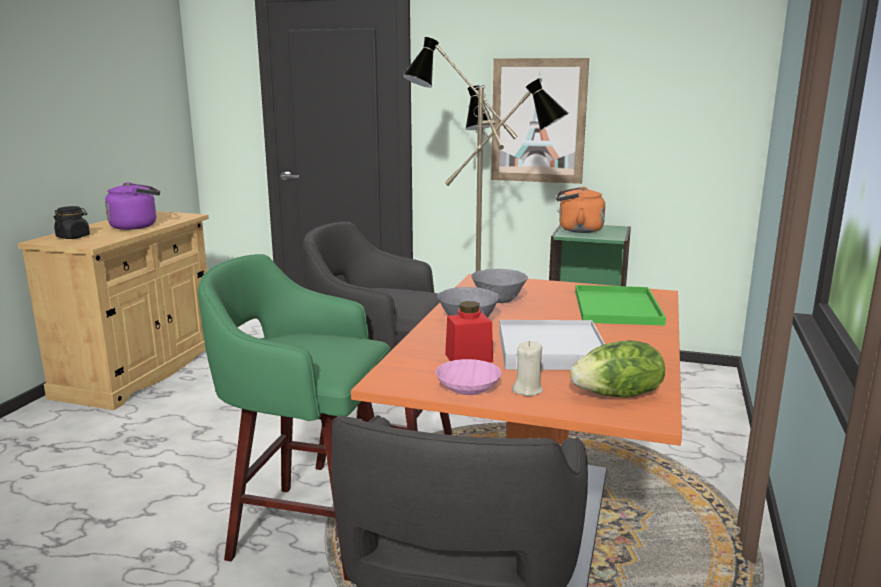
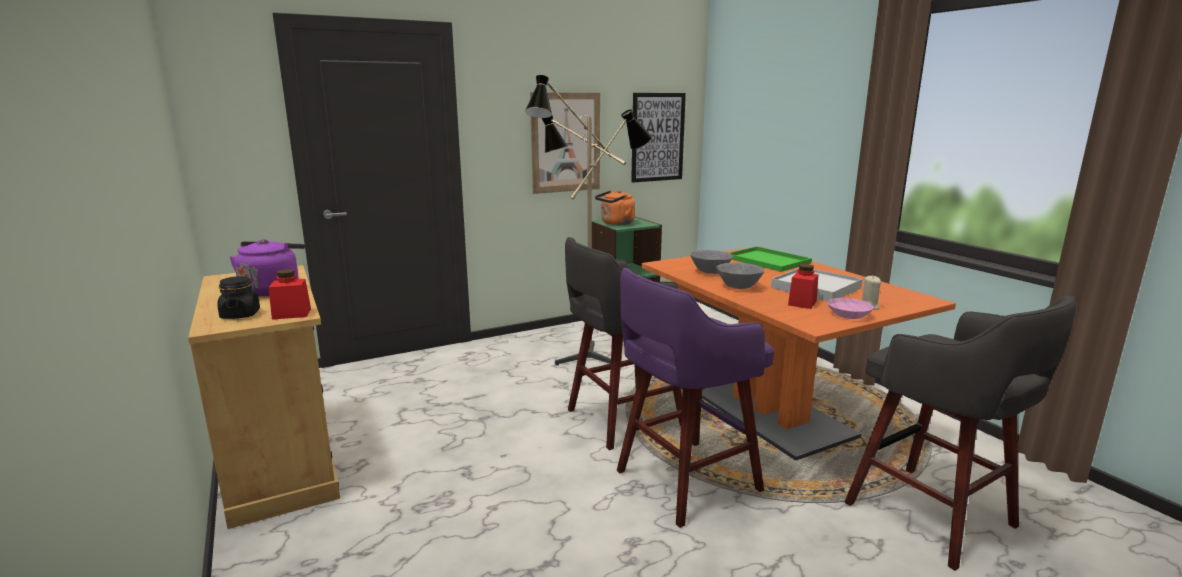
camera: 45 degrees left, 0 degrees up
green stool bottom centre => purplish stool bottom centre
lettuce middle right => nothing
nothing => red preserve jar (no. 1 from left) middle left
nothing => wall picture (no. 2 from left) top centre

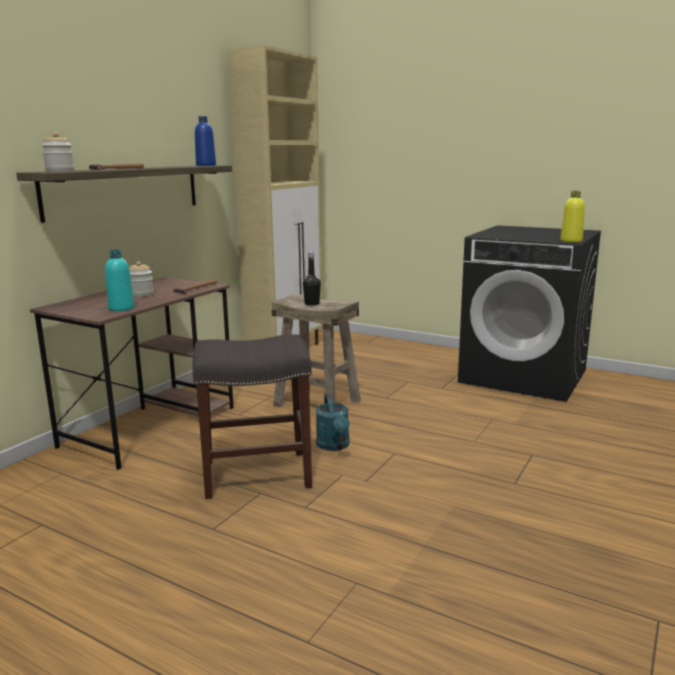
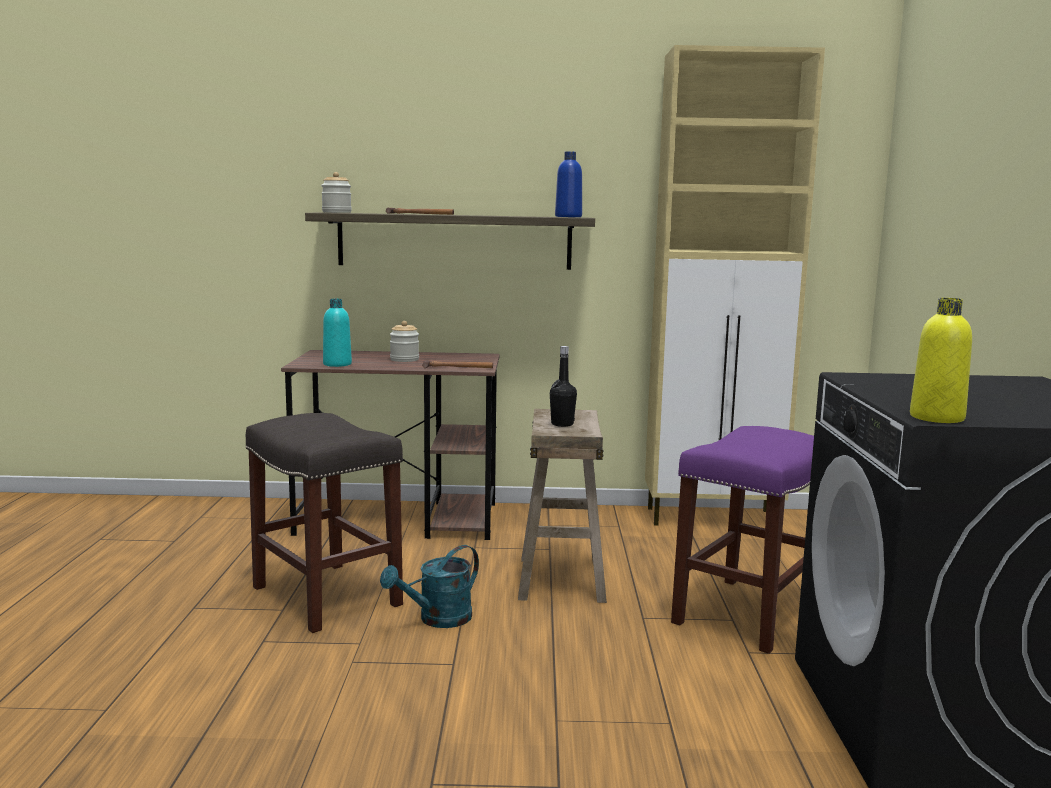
camera: 60 degrees right, 5 degrees down
nothing => purplish stool bottom right

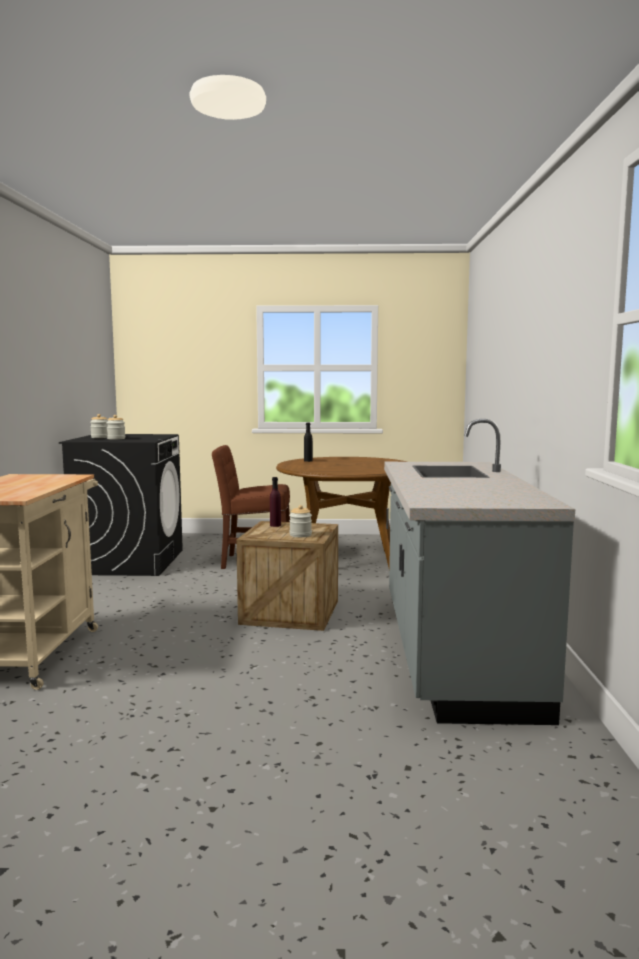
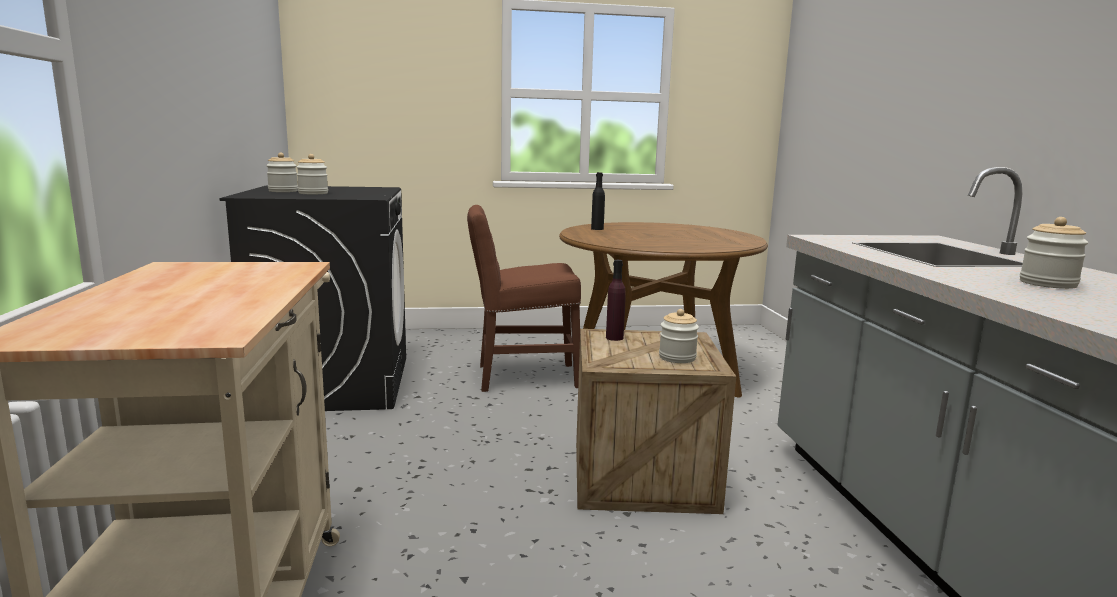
camera: 10 degrees left, 5 degrees up
nothing => preserve jar (no. 4 from left) middle right

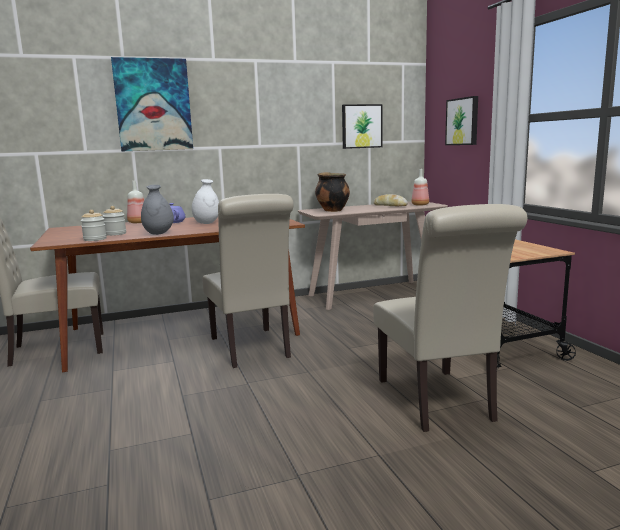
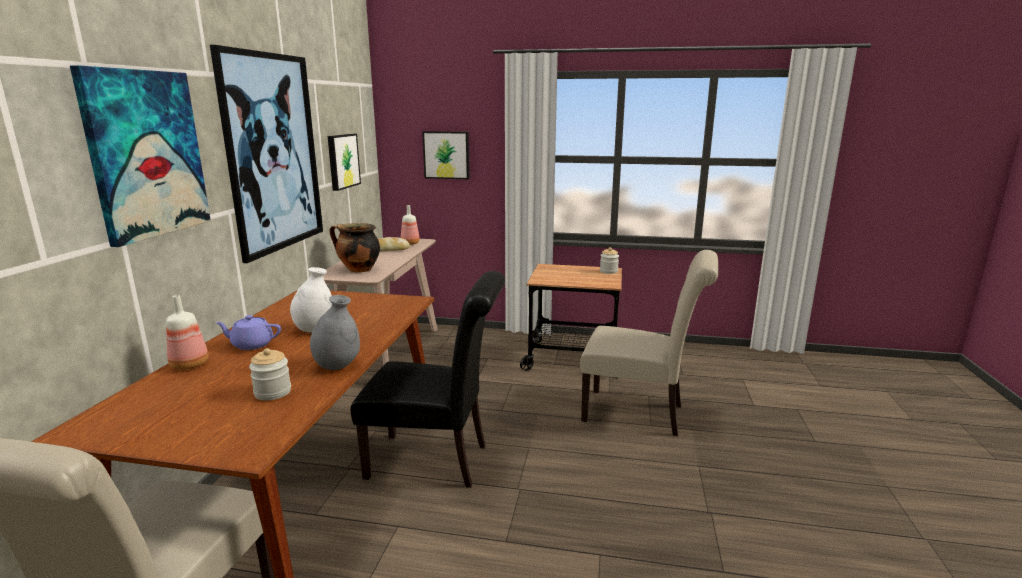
camera: 60 degrees left, 5 degrees up
preserve jar (no. 1 from left in the first image) middle left => preserve jar (no. 2 from left) centre, relocated
beige upright chair (no. 2 from left) centre => blackish upright chair centre
nothing => wall picture (no. 2 from left) top left

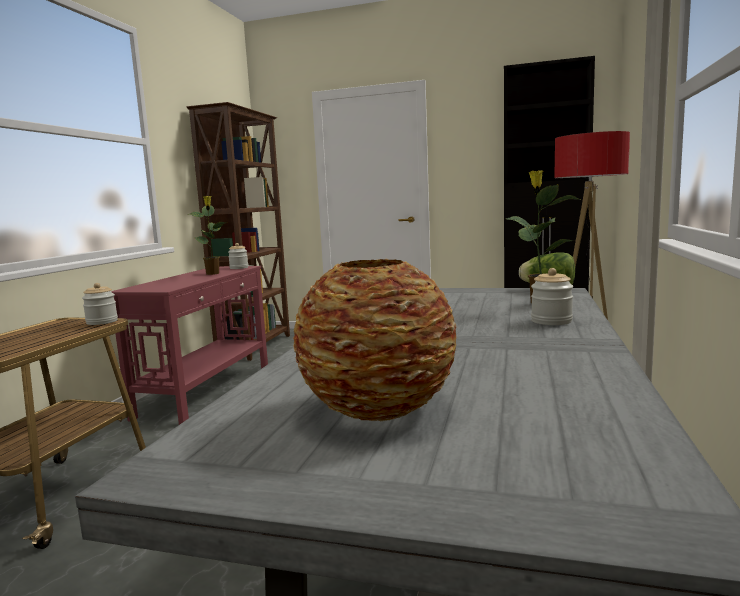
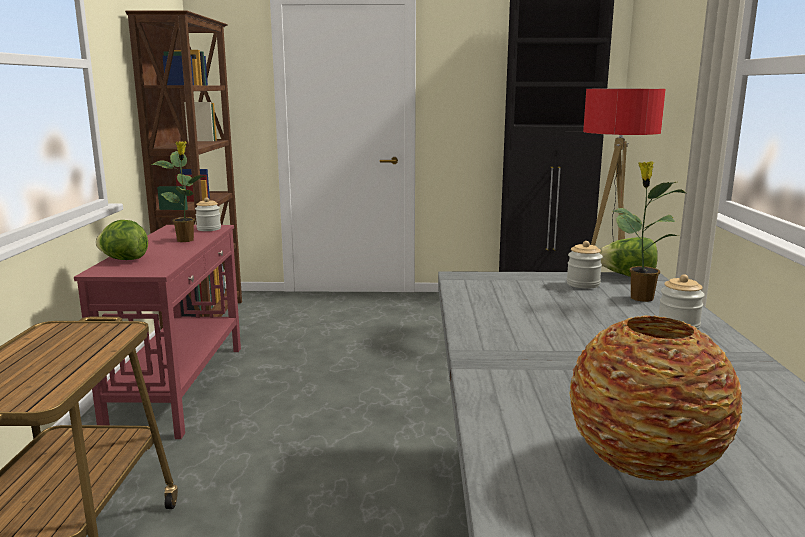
camera: 15 degrees left, 5 degrees up
preserve jar (no. 1 from left in the first image) middle left => preserve jar (no. 2 from left) middle right, relocated
nothing => lettuce (no. 1 from left) middle left

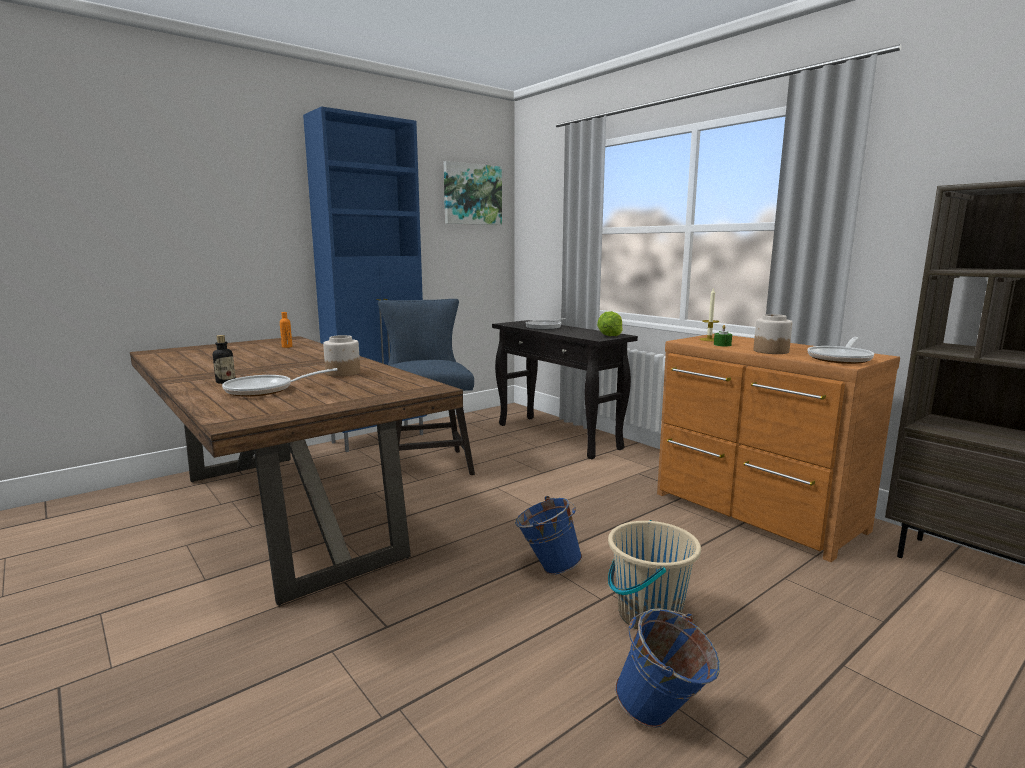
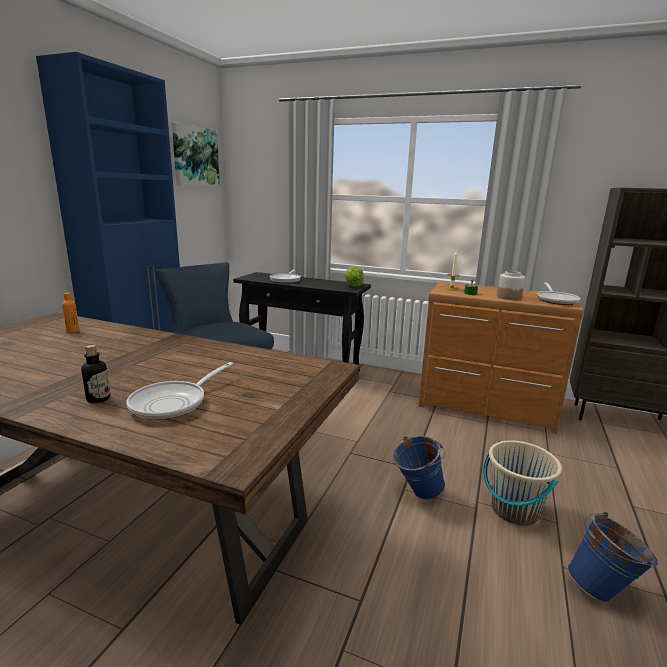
camera: 30 degrees left, 5 degrees up
preserve jar (no. 1 from left) middle left => nothing

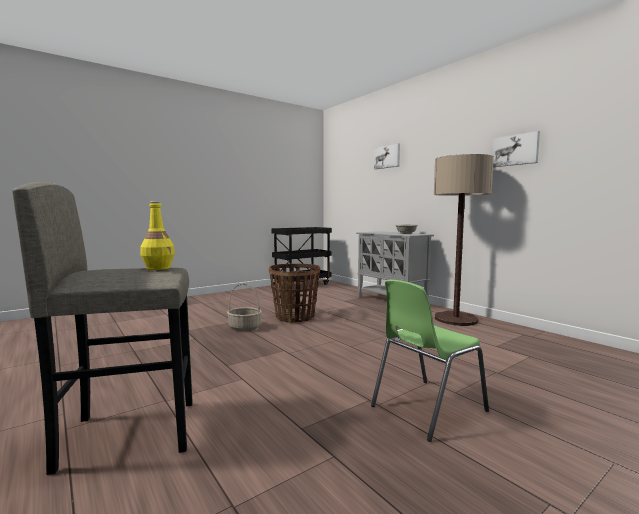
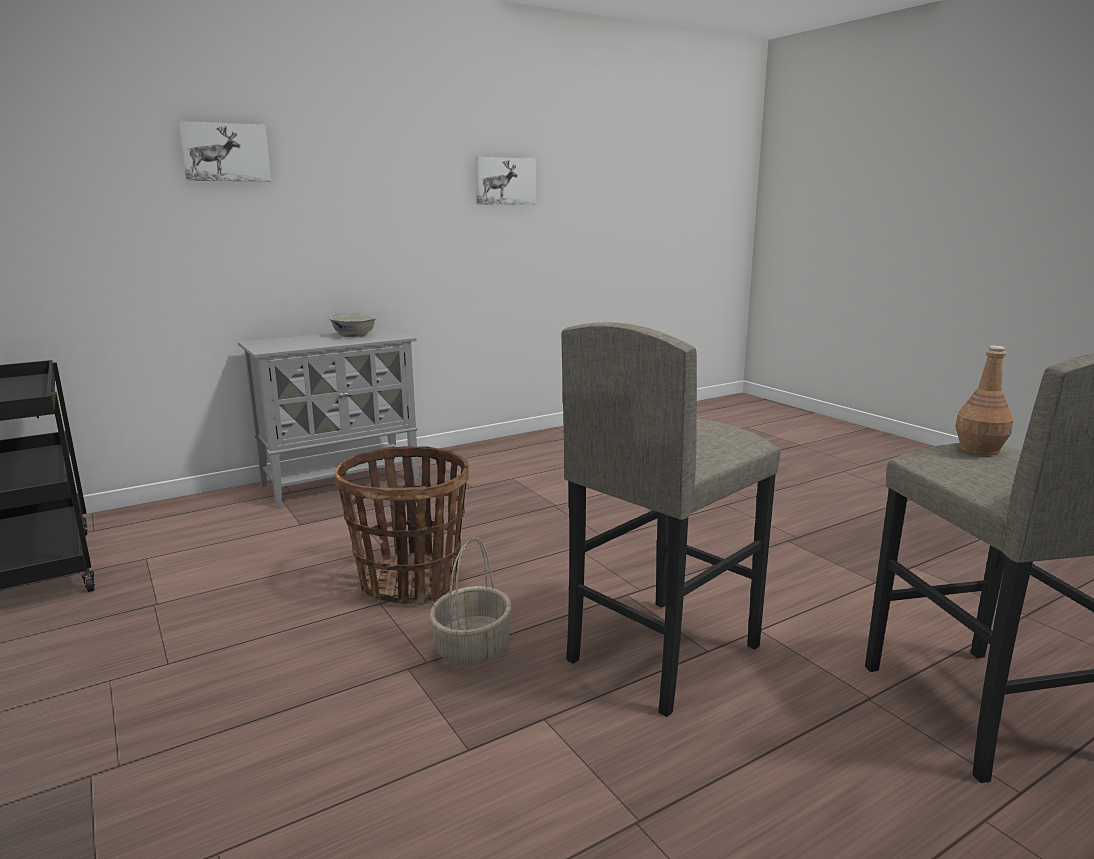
camera: 85 degrees left, 10 degrees up
yellow-coloured beverage bottle middle left => brown beverage bottle middle right
green upright chair bottom right => nothing
standard lamp middle right => nothing
nothing => grey stool (no. 1 from left) centre

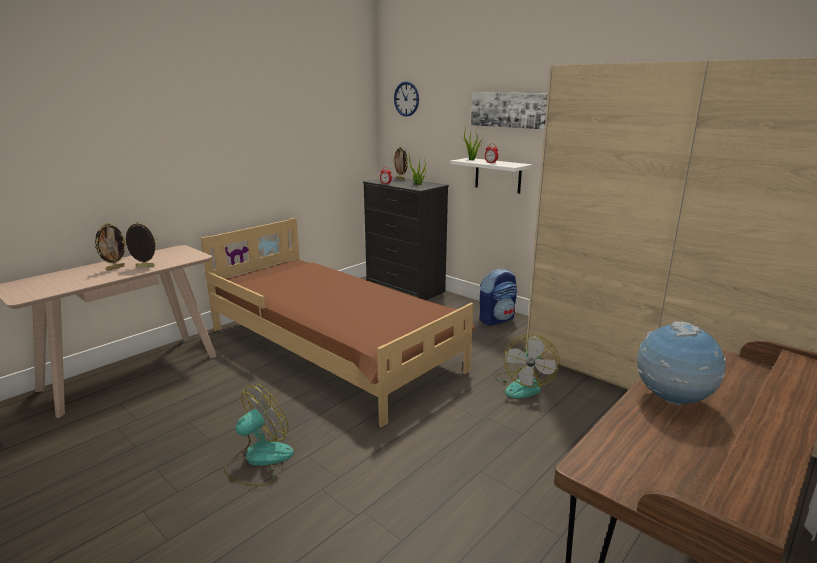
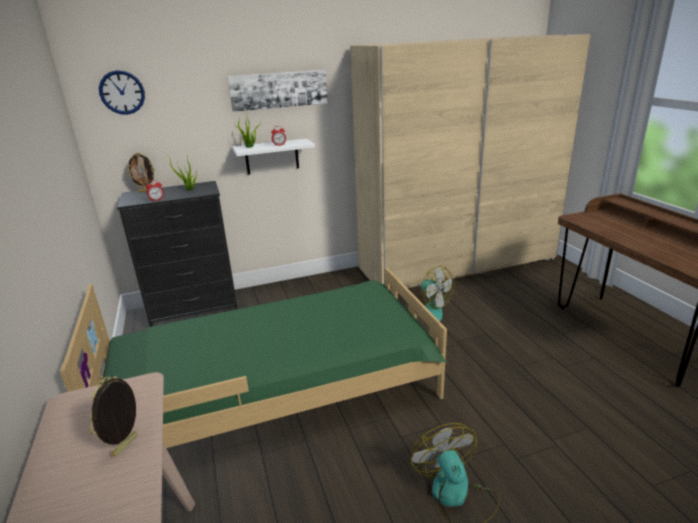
camera: 60 degrees left, 5 degrees up
photo frame (no. 1 from left) middle left => nothing
brown bed centre => green bed bottom centre
rucksack centre => nothing
globe middle right => nothing

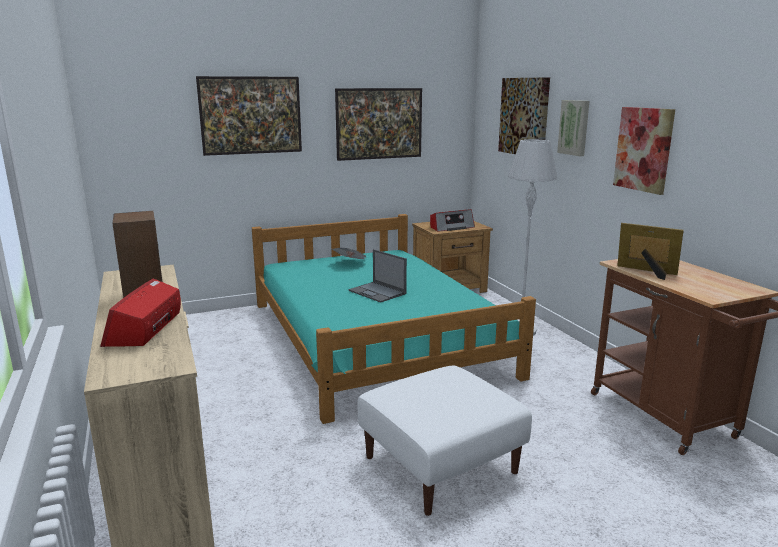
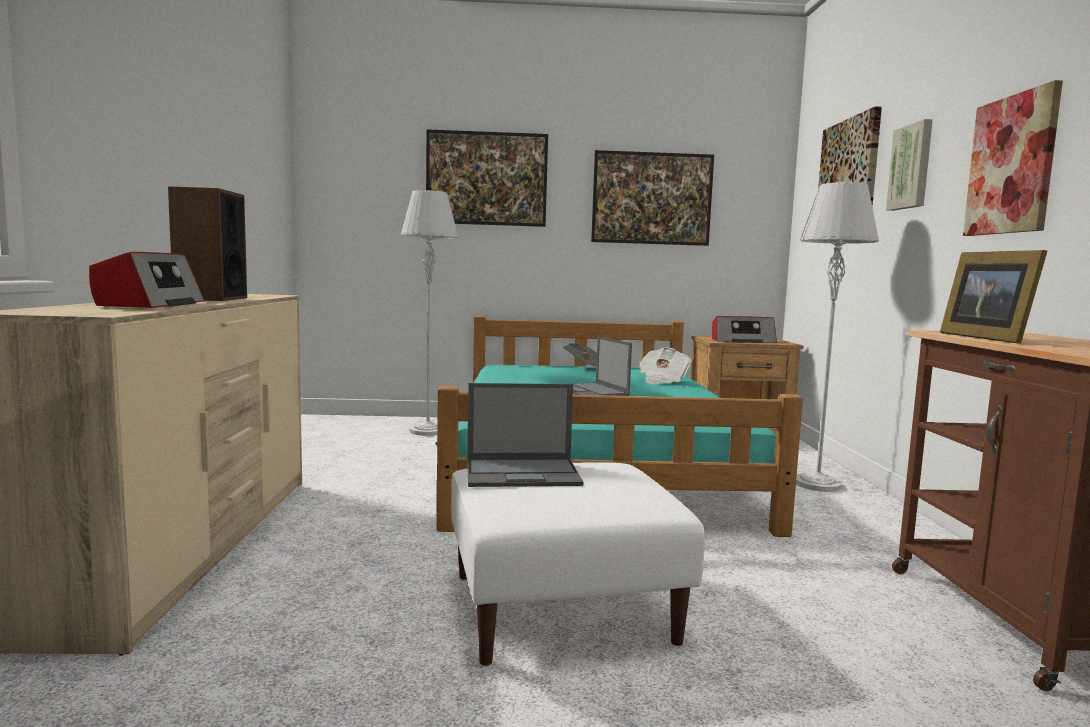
camera: 20 degrees right, 10 degrees down
radio set (no. 1 from left) middle left, 150 degrees clockwise
photo frame middle right, 150 degrees counterclockwise
nothing => grey standard lamp (no. 1 from left) centre
nothing => portable computer (no. 1 from left) centre
nothing => printed paper (no. 2 from left) centre

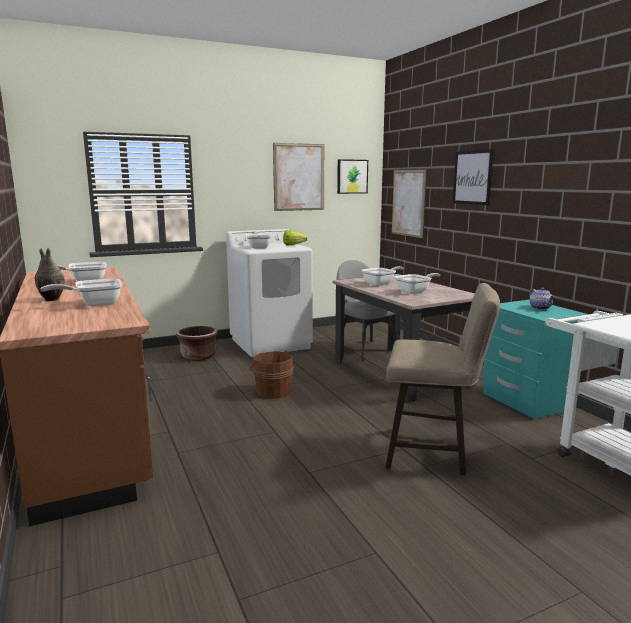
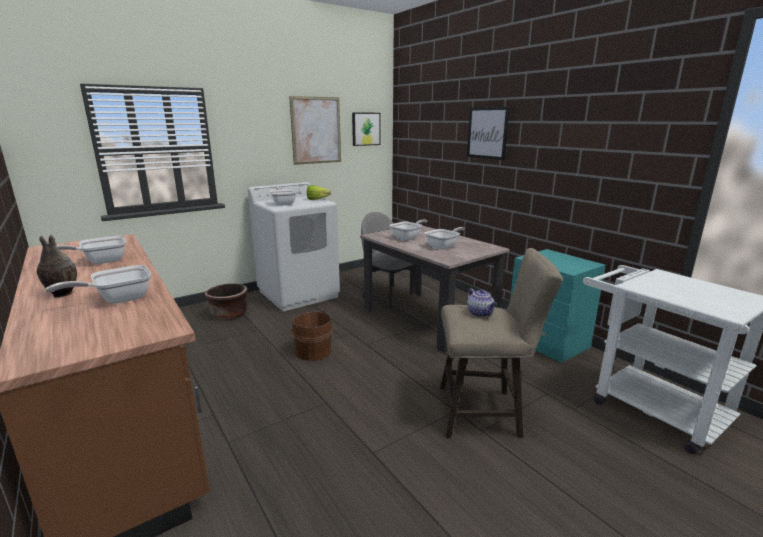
camera: 10 degrees left, 5 degrees up
wall picture (no. 3 from left) top centre => nothing
tea pot middle right => tea pot centre, relocated

